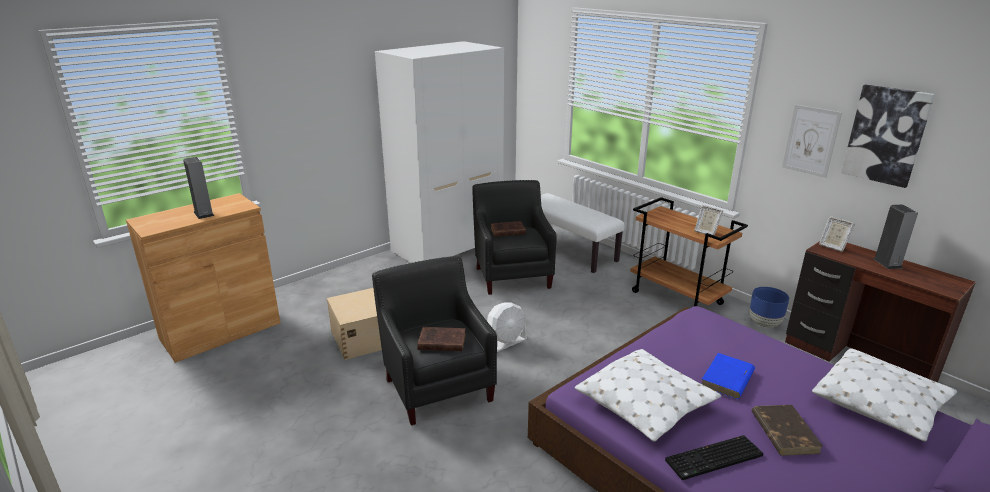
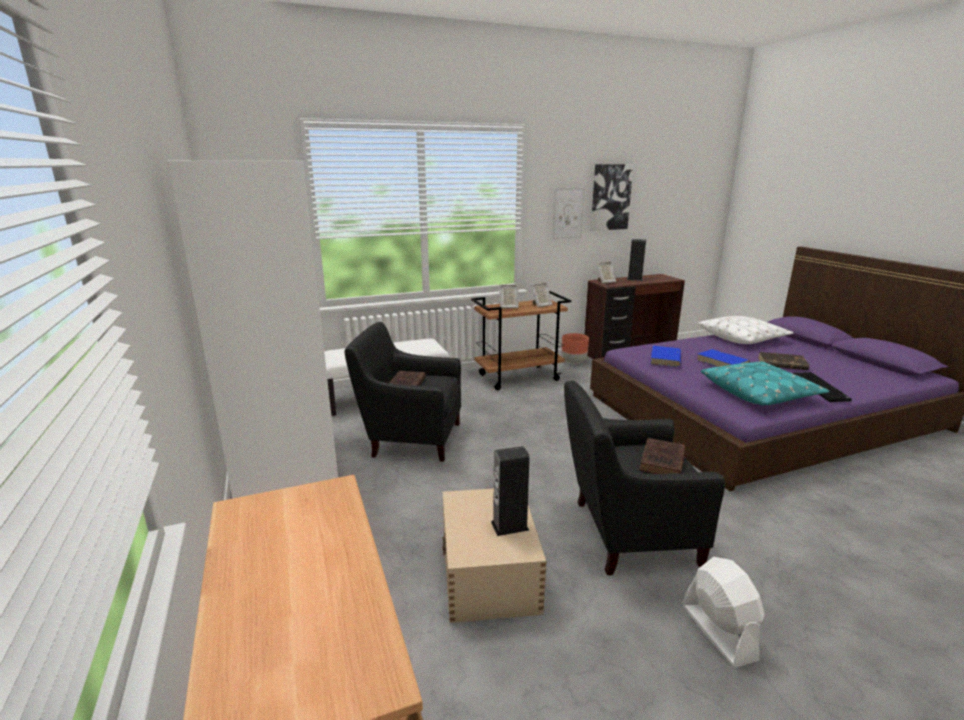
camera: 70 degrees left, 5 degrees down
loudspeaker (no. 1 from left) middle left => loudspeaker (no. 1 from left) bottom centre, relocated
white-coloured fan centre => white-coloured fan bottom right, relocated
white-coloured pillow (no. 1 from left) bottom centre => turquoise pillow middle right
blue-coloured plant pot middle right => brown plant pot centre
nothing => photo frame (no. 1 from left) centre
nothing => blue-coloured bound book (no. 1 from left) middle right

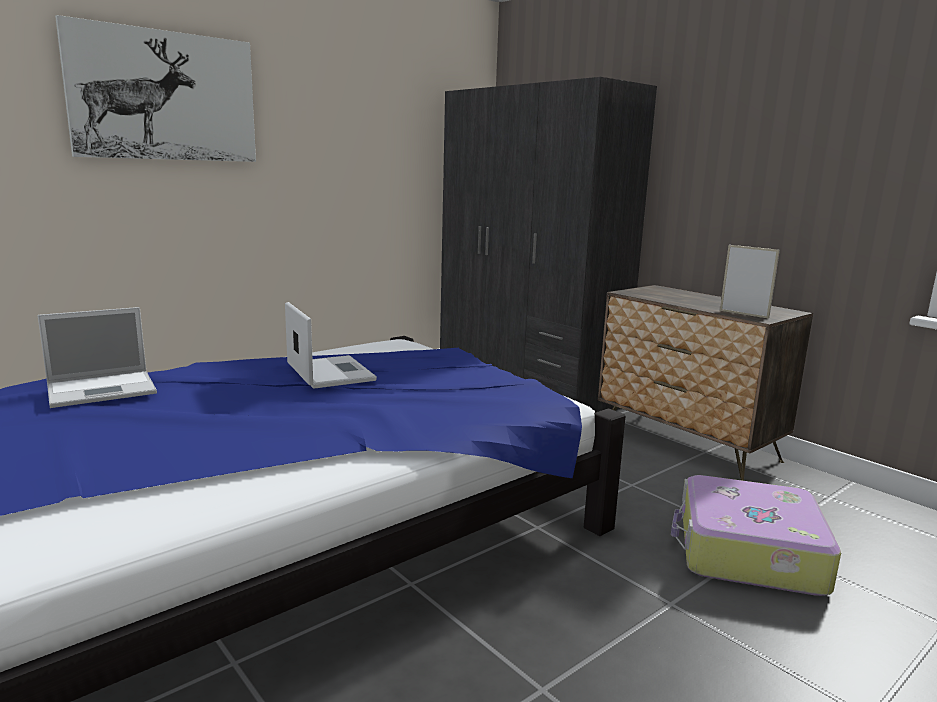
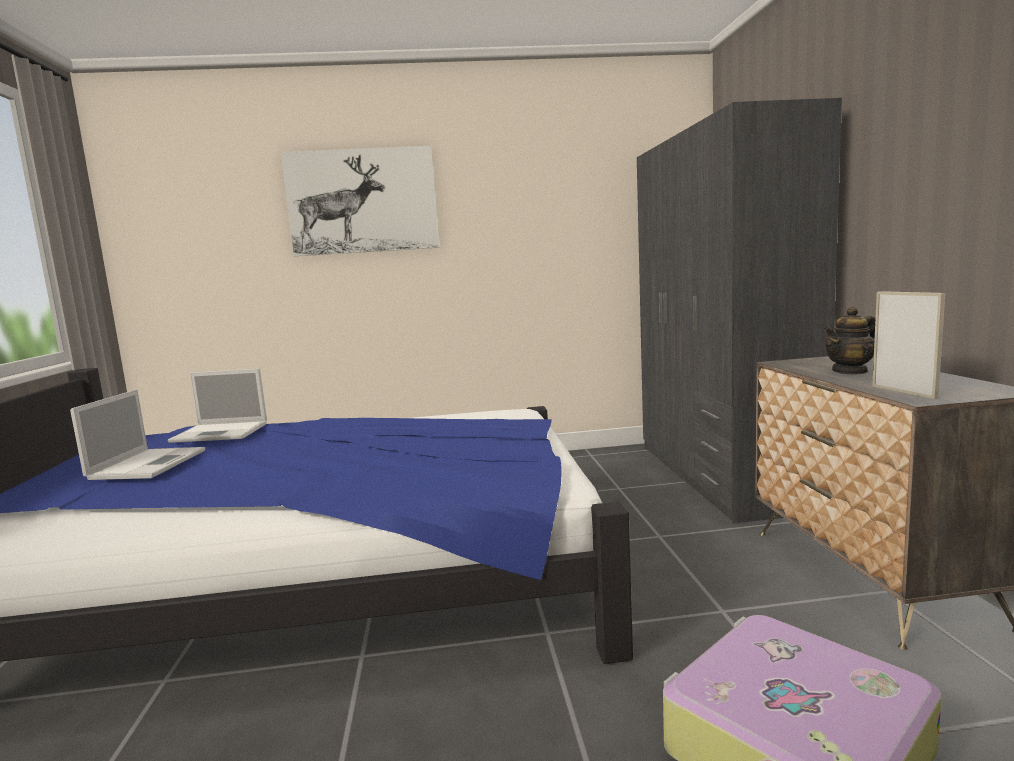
camera: 35 degrees right, 5 degrees down
portable computer (no. 2 from left in the first image) centre => portable computer (no. 1 from left) middle left, relocated
nothing => tea pot middle right

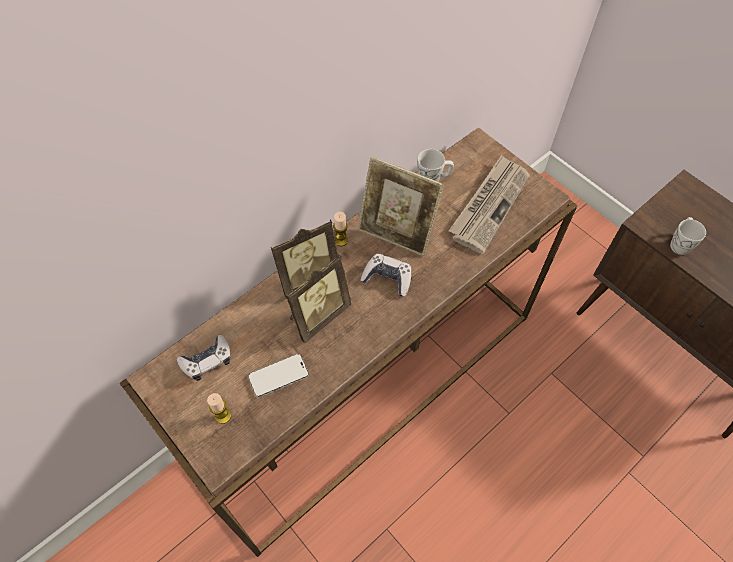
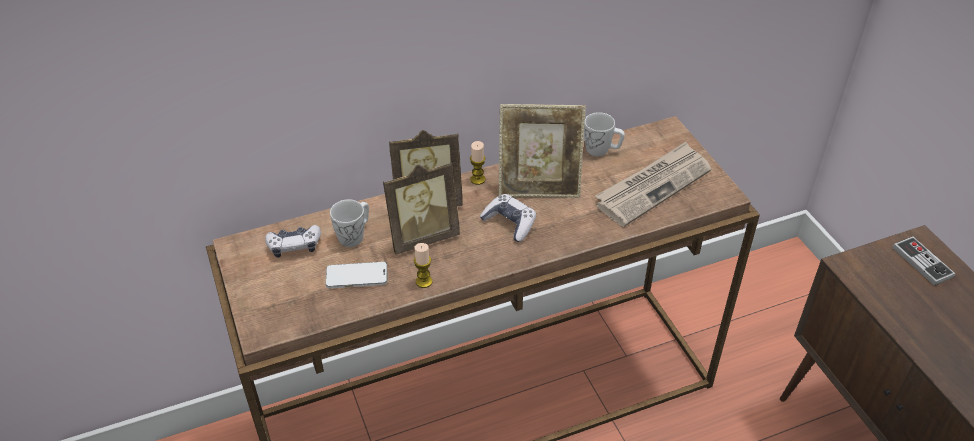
camera: 20 degrees right, 15 degrees down
candle (no. 1 from left) bottom left => candle (no. 1 from left) centre, relocated
photo frame (no. 3 from left) centre, 45 degrees counterclockwise
white-coloured tea mug (no. 2 from left in the first image) middle right => white-coloured tea mug (no. 1 from left) centre, relocated
nothing => game controller (no. 3 from left) middle right

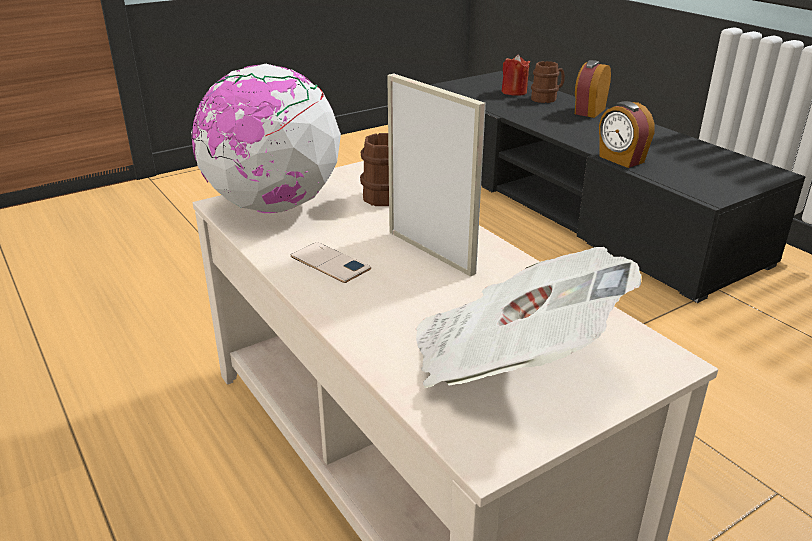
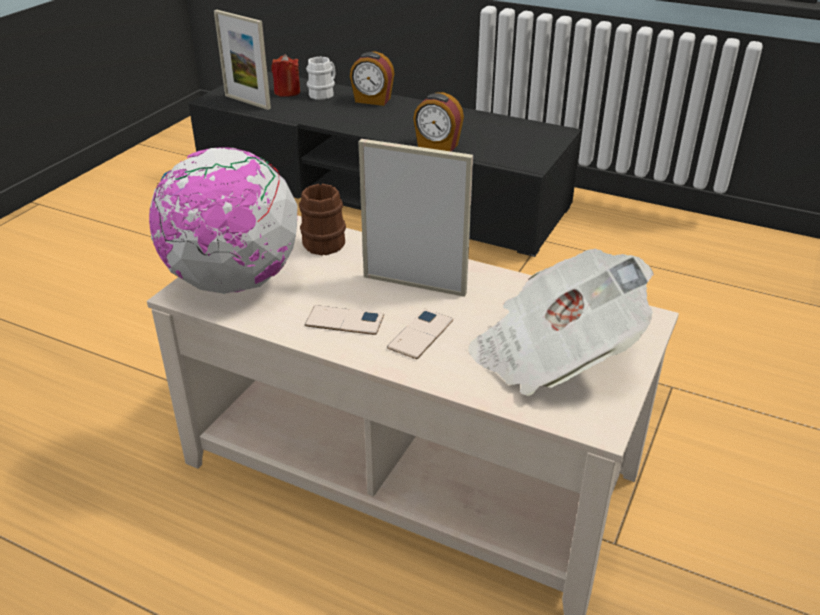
camera: 30 degrees left, 5 degrees up
brown tea mug (no. 2 from left) top right => white-coloured tea mug top centre
table clock (no. 1 from left) top right => table clock (no. 1 from left) top centre, 75 degrees counterclockwise
nothing => photo frame (no. 1 from left) top left
nothing => telephone (no. 2 from left) centre

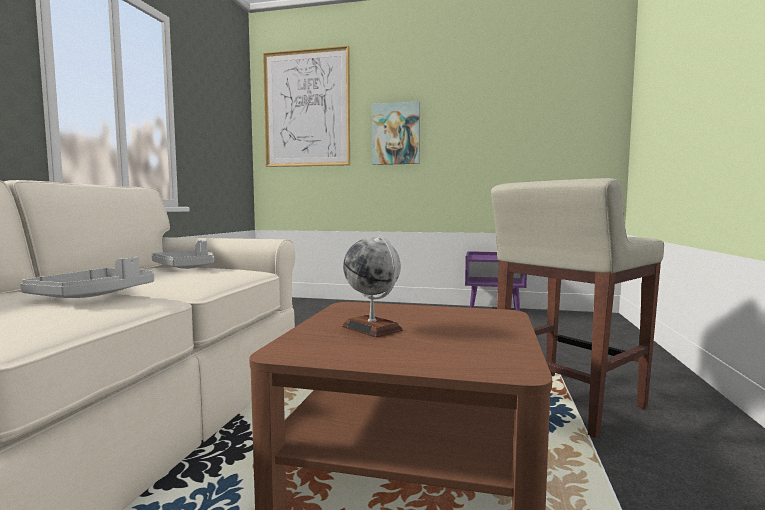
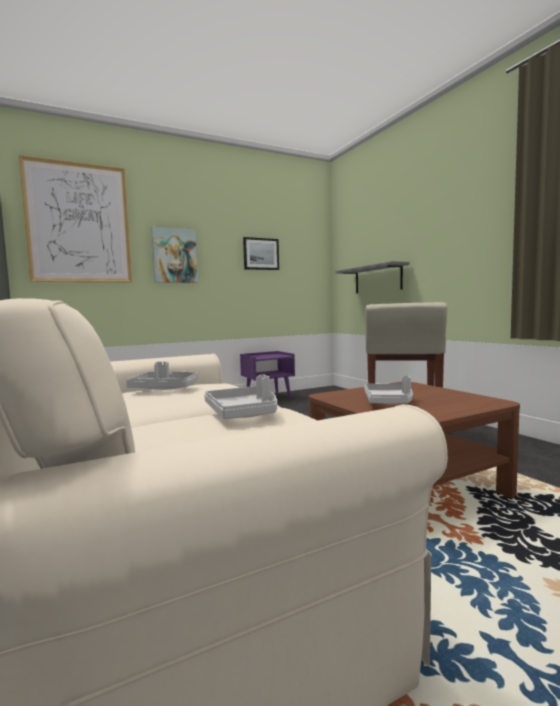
camera: 40 degrees left, 0 degrees up
globe centre => grey carrying tray (no. 3 from left) middle right
nothing => wall picture (no. 3 from left) centre
nothing => grey shelf centre

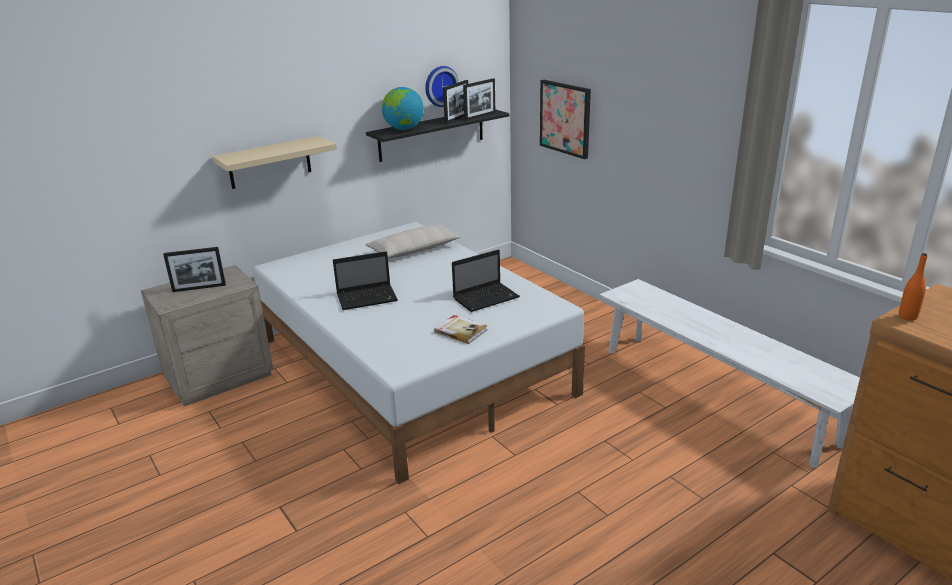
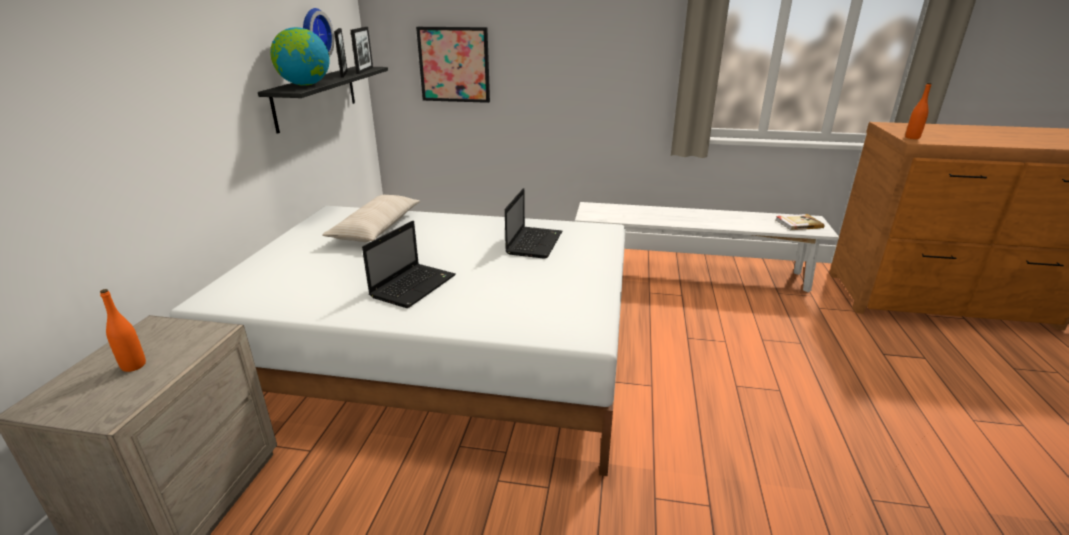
camera: 45 degrees left, 0 degrees up
photo frame (no. 1 from left) middle left => orangey beverage bottle (no. 1 from left) middle left
beige shelf top left => nothing
bound book centre => bound book middle right, relocated

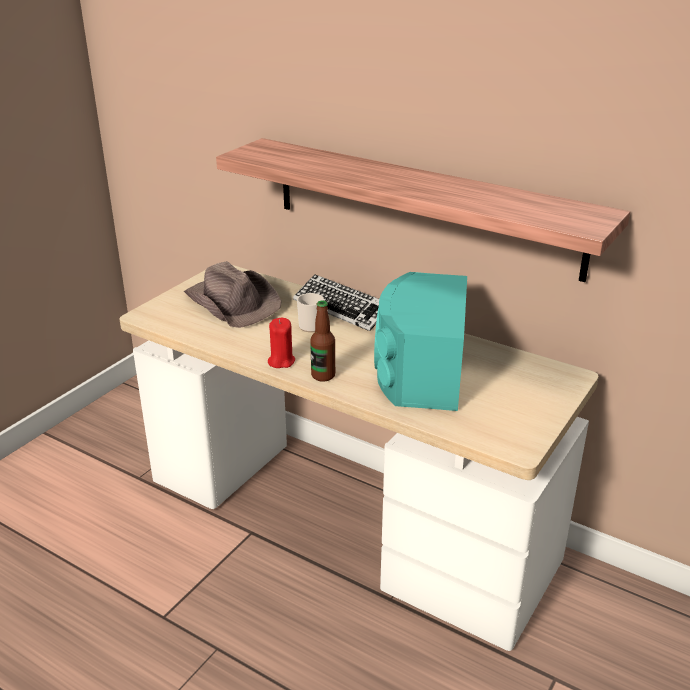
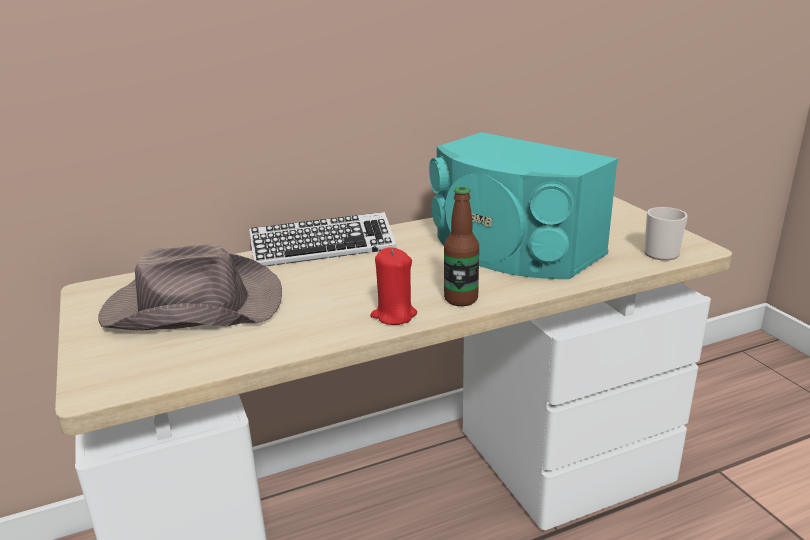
camera: 55 degrees left, 5 degrees down
shelf top centre => nothing
tea mug centre => tea mug middle right, relocated

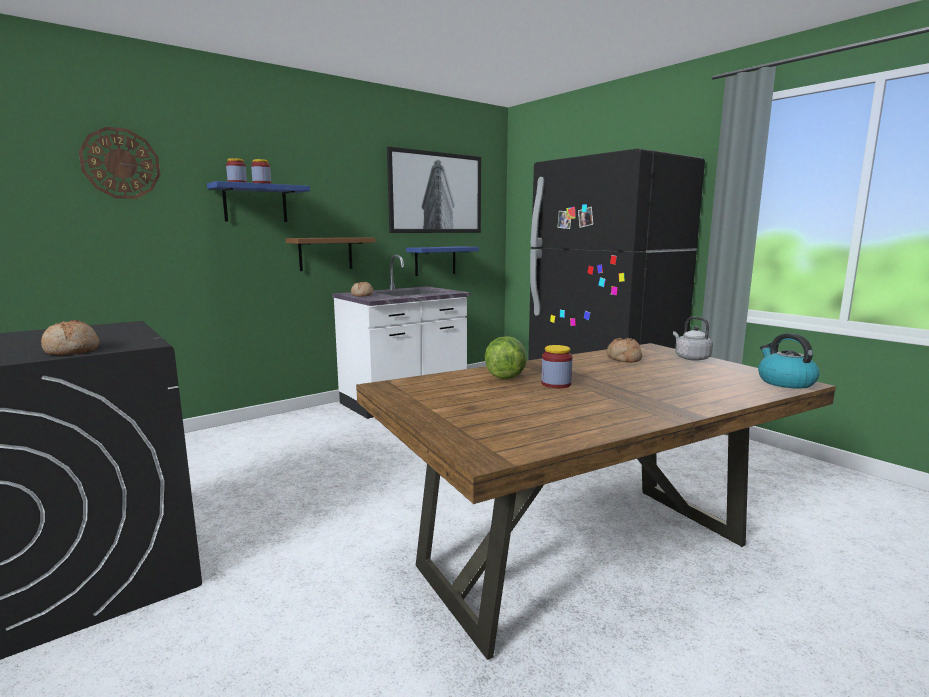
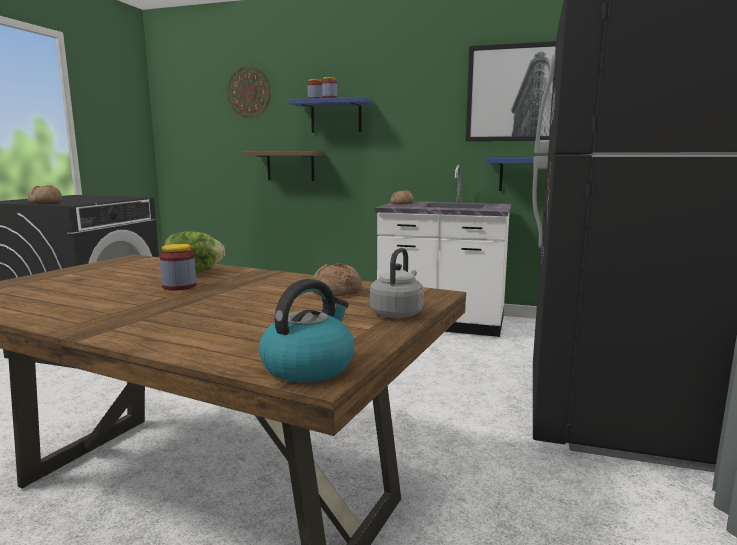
camera: 55 degrees right, 0 degrees up
brown shelf centre => brown shelf top centre, relocated

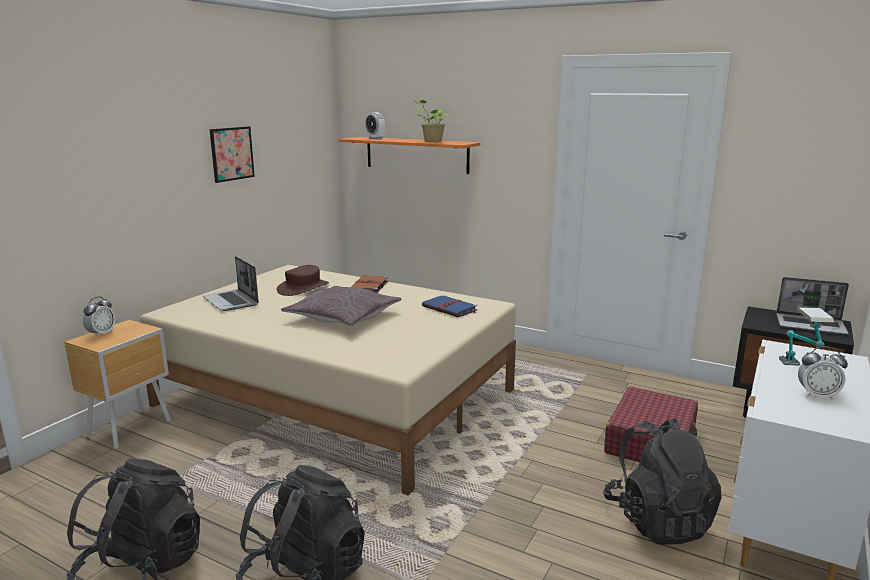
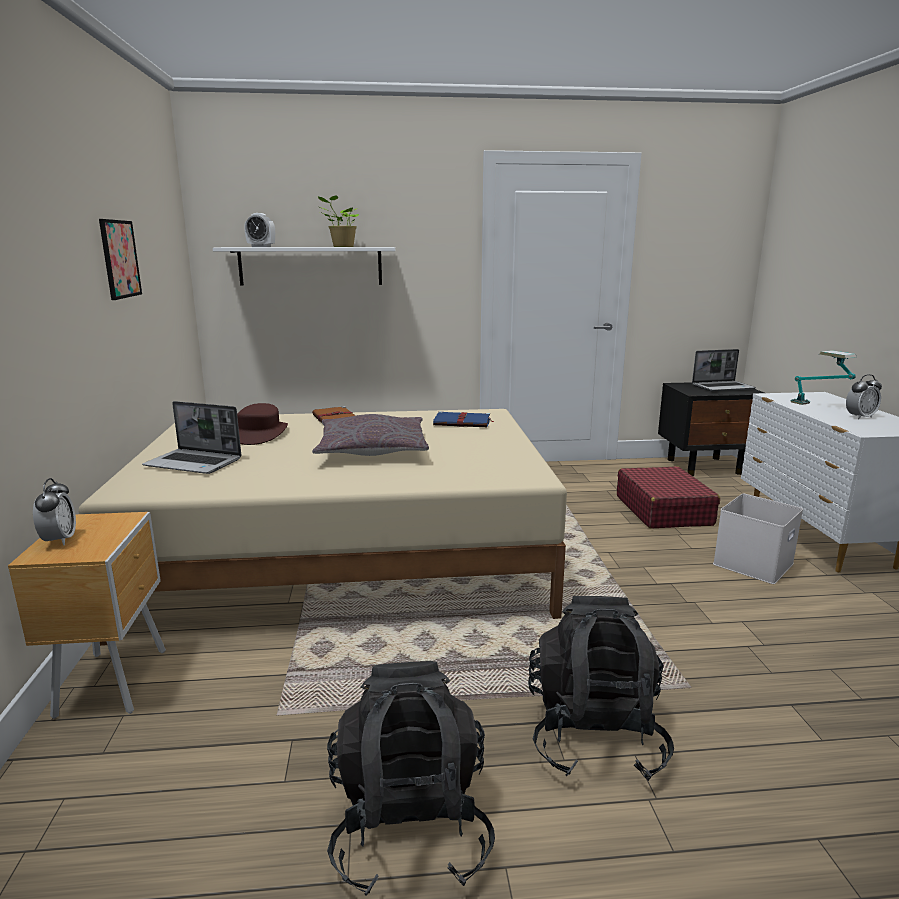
camera: 35 degrees left, 0 degrees up
orangey shelf top centre => white-coloured shelf top centre
blackish rucksack (no. 3 from left) bottom right => white-coloured storage bin middle right

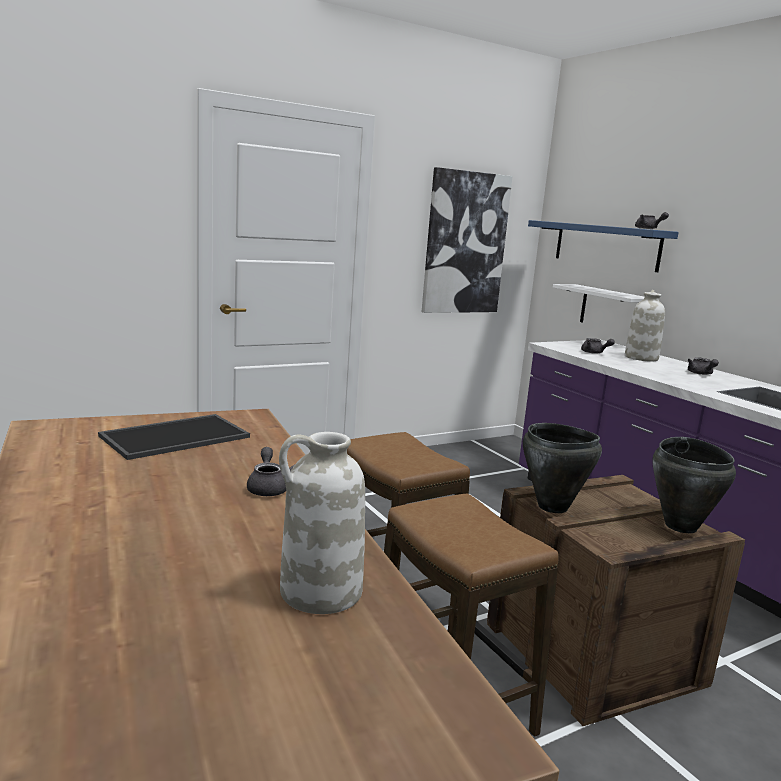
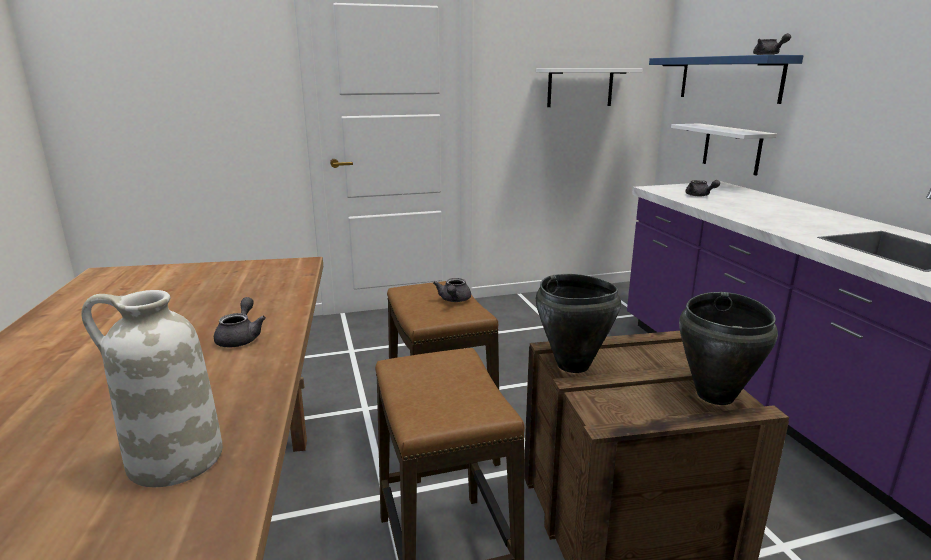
camera: 15 degrees right, 5 degrees up
carrying tray middle left => nothing
wall picture top centre => white-coloured shelf (no. 1 from left) top centre
white-coloured flower vase (no. 2 from left) middle right => nothing
grey tea pot (no. 4 from left in the first image) middle right => grey tea pot (no. 2 from left) centre, relocated

